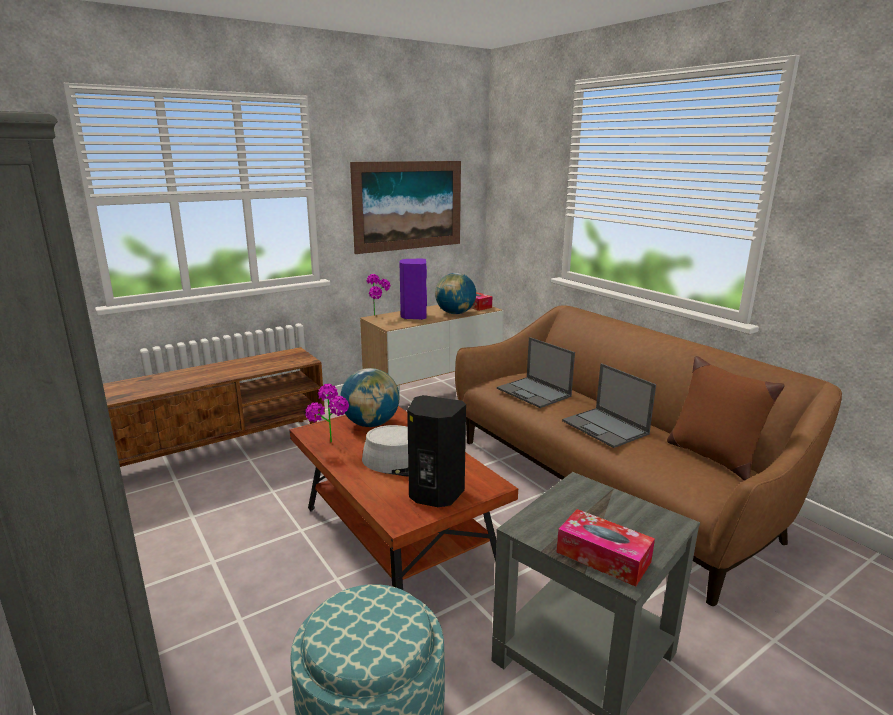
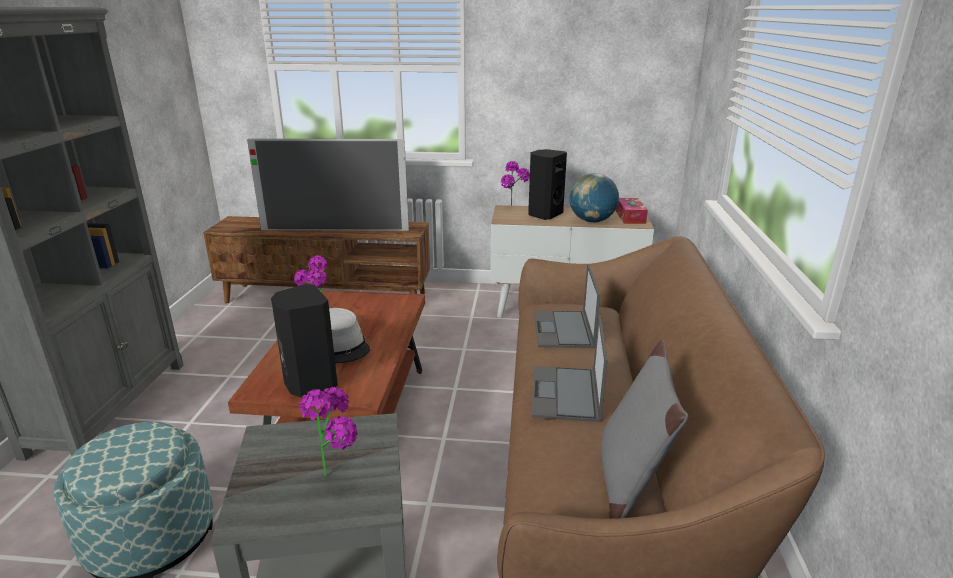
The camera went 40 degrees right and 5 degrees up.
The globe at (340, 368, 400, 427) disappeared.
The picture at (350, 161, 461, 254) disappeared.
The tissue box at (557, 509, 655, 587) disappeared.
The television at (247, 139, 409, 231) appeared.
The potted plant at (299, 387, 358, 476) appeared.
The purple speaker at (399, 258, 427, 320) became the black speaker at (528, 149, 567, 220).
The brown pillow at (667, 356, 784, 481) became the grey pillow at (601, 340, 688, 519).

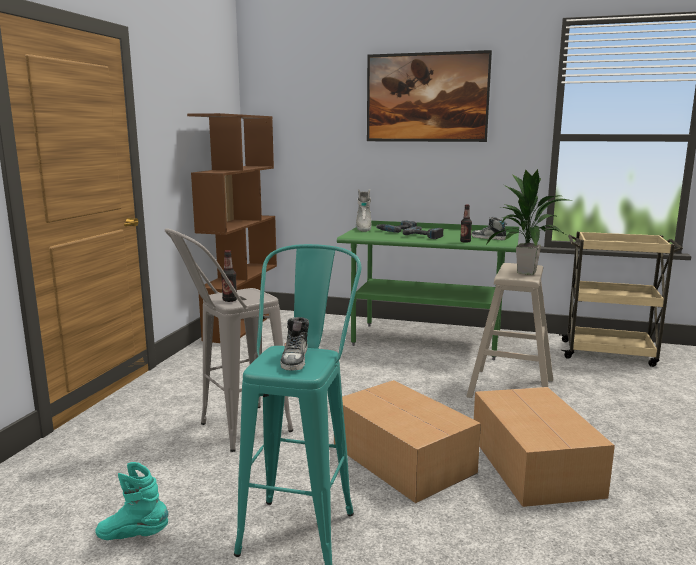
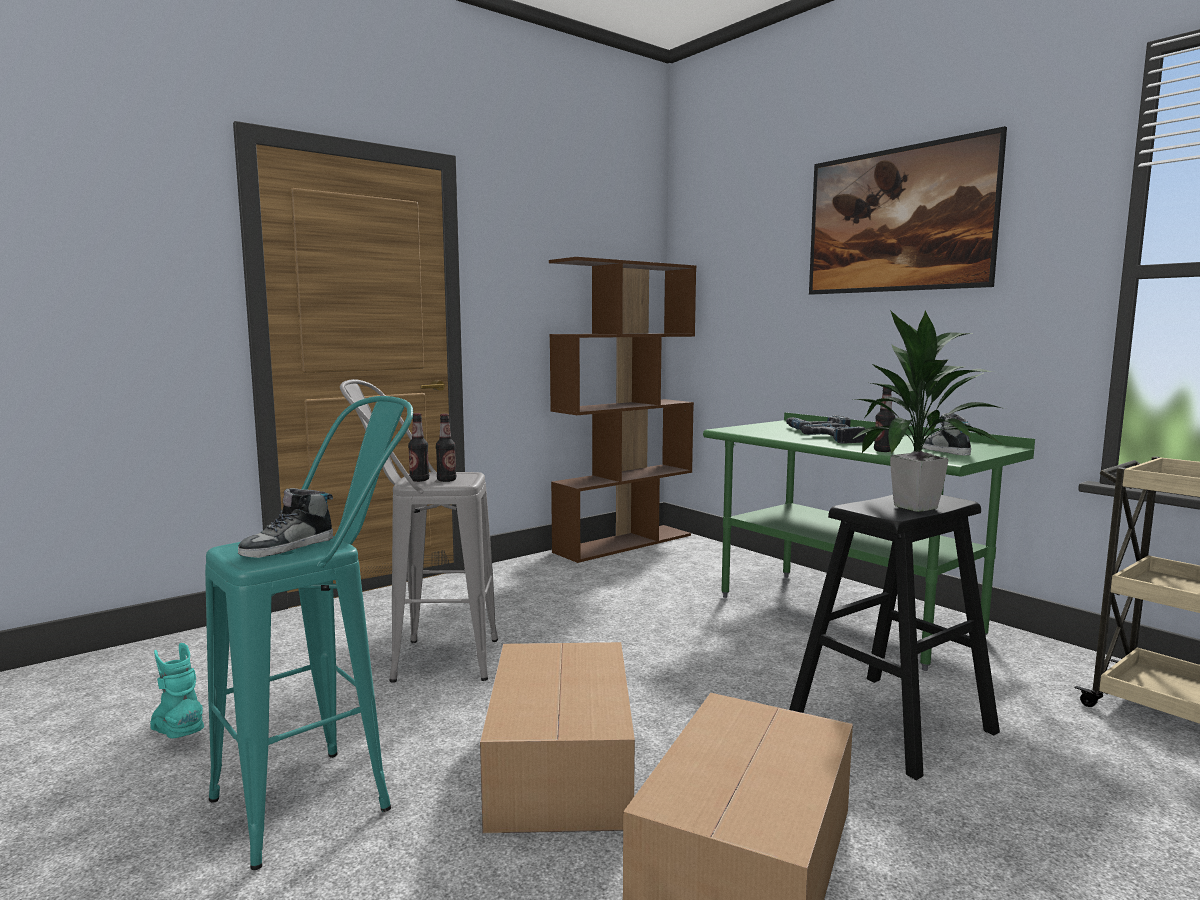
The camera went 35 degrees right and 5 degrees down.
The grey boot at (355, 189, 371, 232) disappeared.
The bottle at (436, 414, 456, 482) appeared.
The beige stool at (466, 263, 553, 398) became the black stool at (789, 495, 1000, 780).

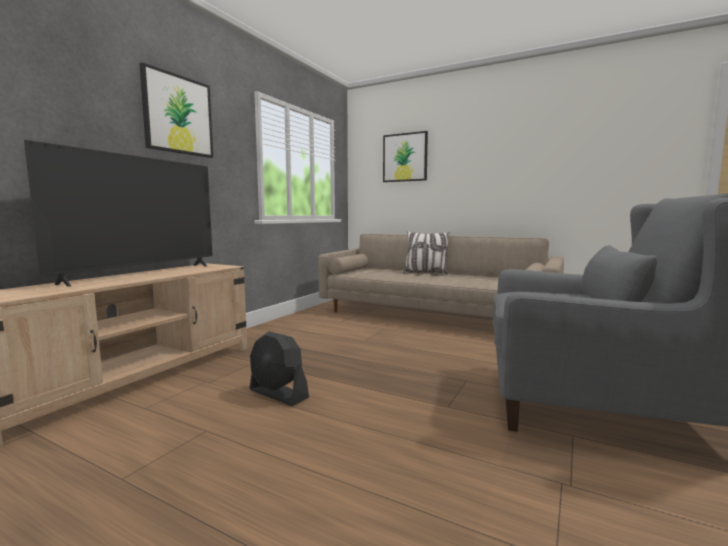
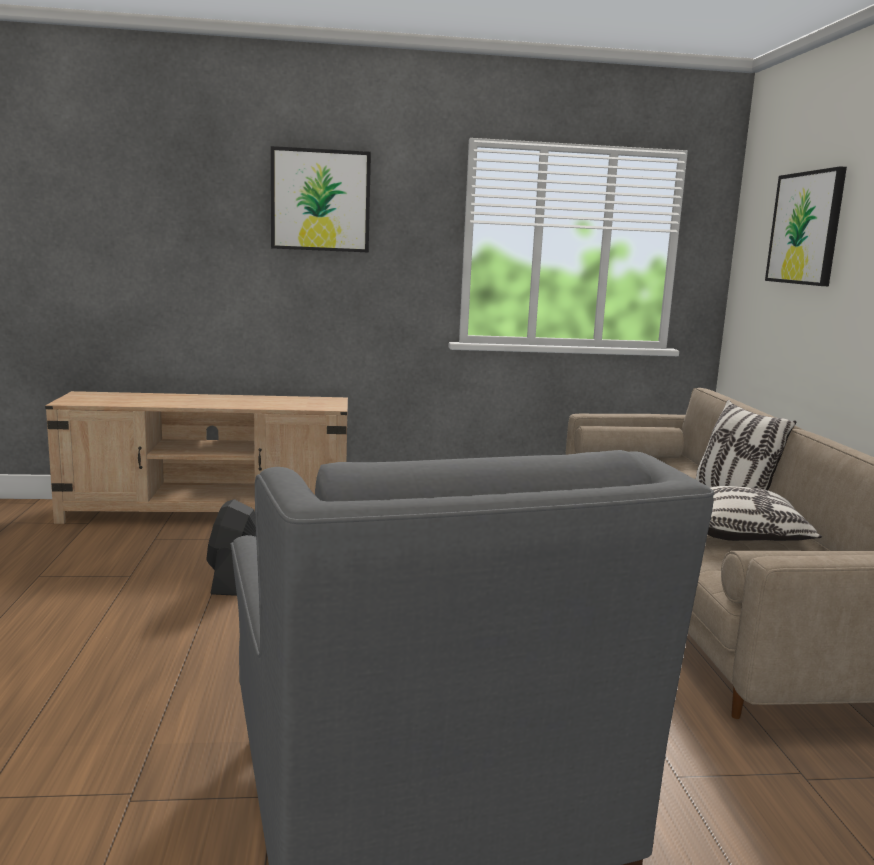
The camera went 55 degrees right and 5 degrees up.
The television at (24, 140, 213, 287) disappeared.
The pillow at (708, 486, 822, 541) appeared.

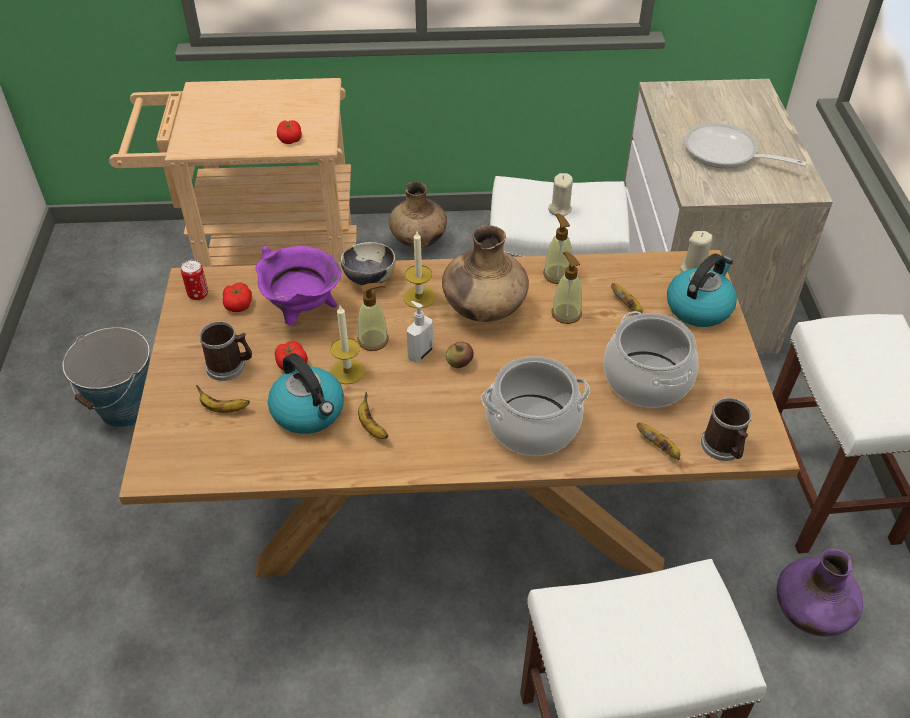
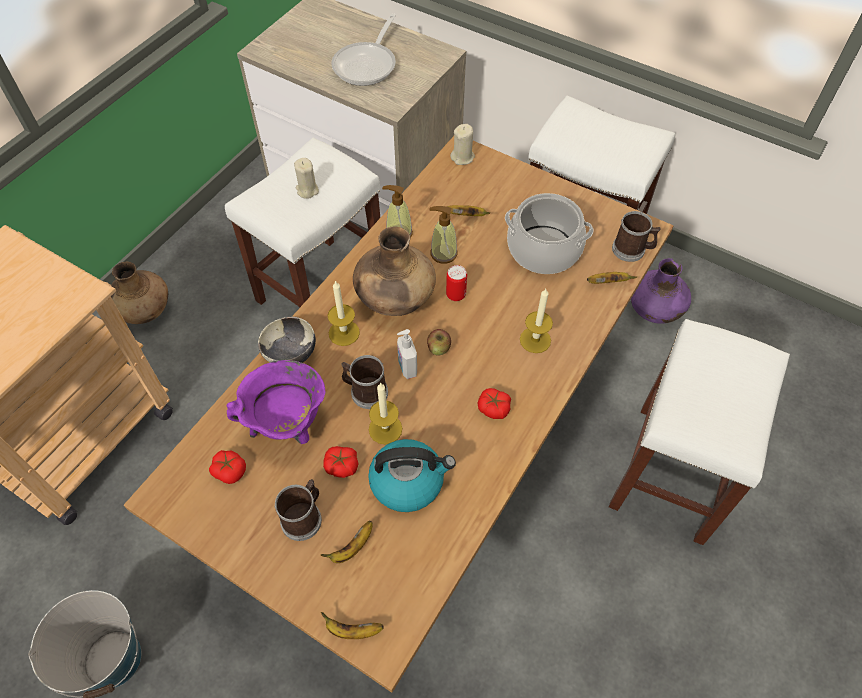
The camera went 55 degrees left and 10 degrees up.
The kettle at (667, 253, 737, 327) disappeared.
The can moved from (181, 260, 208, 300) to (446, 265, 467, 301).
The tomato moved from (277, 120, 302, 144) to (477, 388, 511, 419).
The banana moved from (358, 392, 388, 439) to (320, 612, 383, 639).
The soap dispenser at (358, 283, 389, 351) was replaced by the mug at (341, 355, 388, 409).
The cooking pot at (481, 356, 590, 456) was replaced by the candle at (520, 289, 553, 353).
The frying pan at (685, 123, 807, 168) turned 45 degrees counterclockwise.

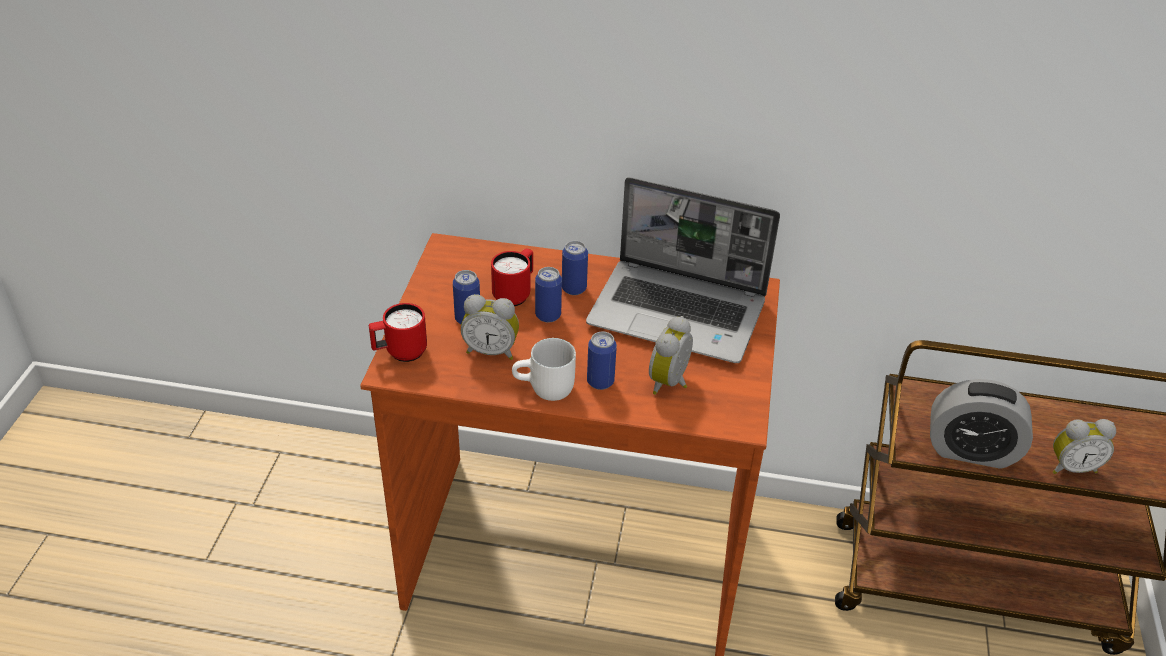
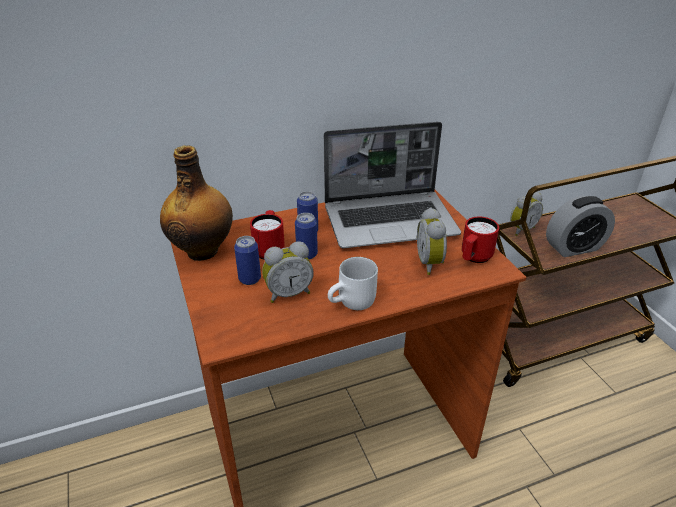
The camera went 30 degrees left and 5 degrees down.
The can at (587, 332, 617, 390) disappeared.
The bottle at (160, 145, 233, 261) appeared.
The red mug moved from (369, 303, 427, 362) to (462, 217, 499, 263).
The alarm clock moved from (1053, 419, 1116, 474) to (510, 191, 543, 236).

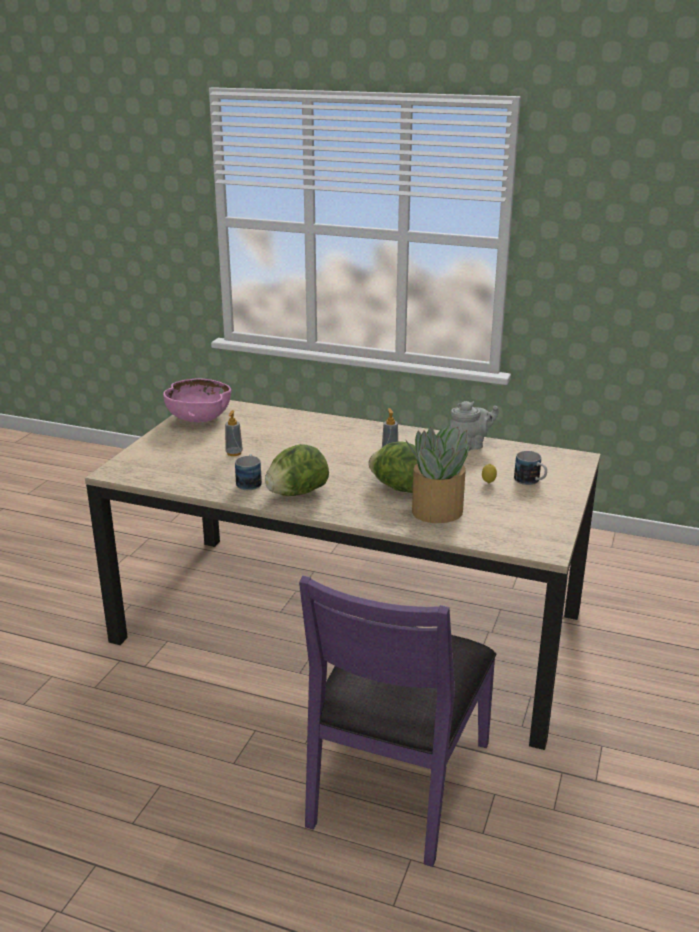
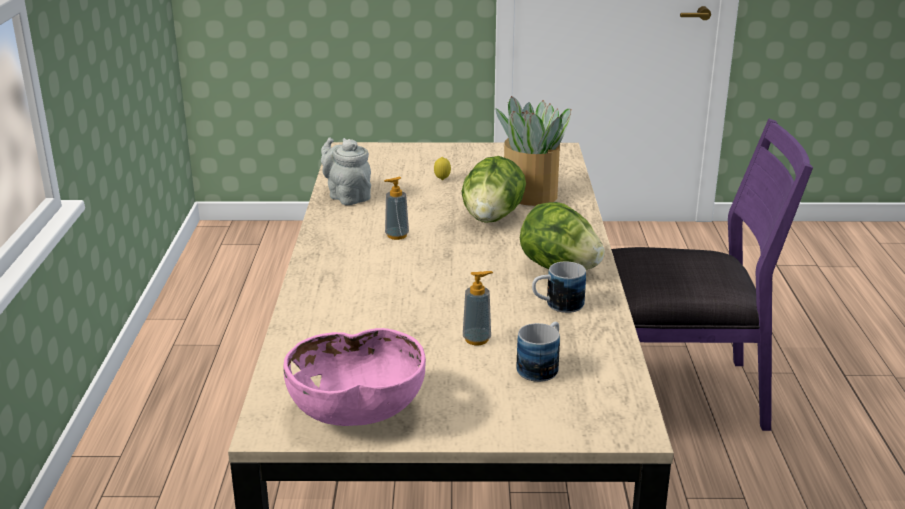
The camera went 110 degrees left and 0 degrees up.
The mug moved from (514, 451, 547, 485) to (516, 322, 560, 382).

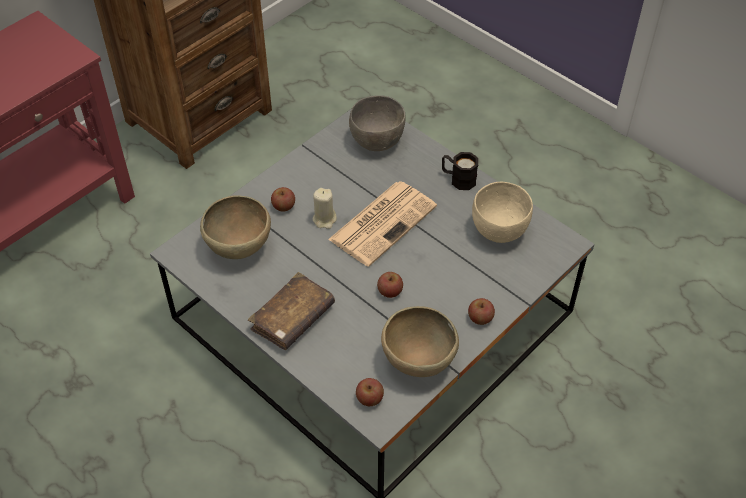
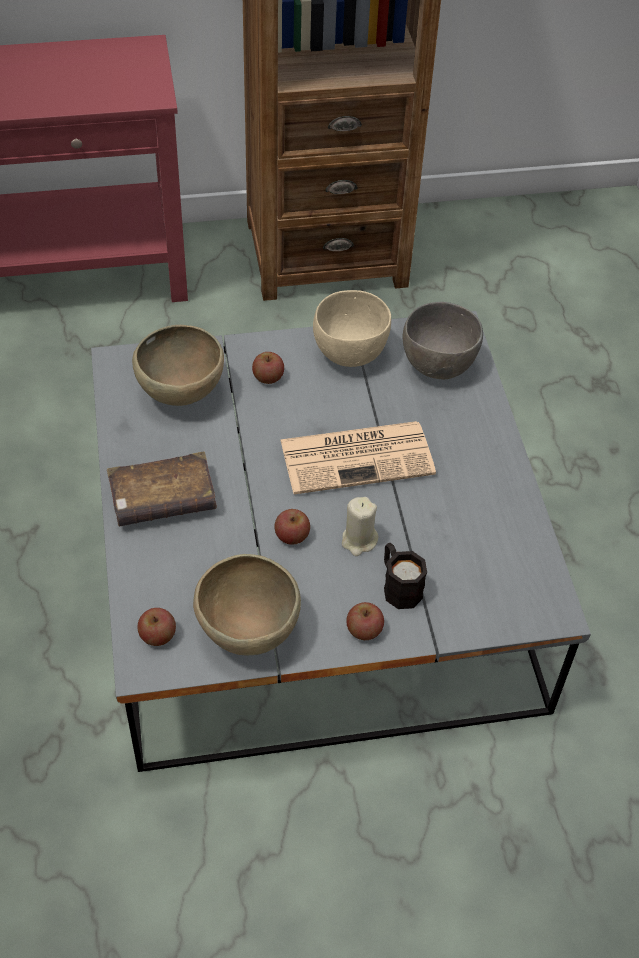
The camera went 35 degrees right and 0 degrees up.
The beige candle moved from (312, 188, 337, 229) to (342, 497, 378, 556).
The black mug moved from (442, 152, 478, 190) to (384, 543, 427, 609).
The beige bowl moved from (472, 182, 533, 243) to (313, 290, 391, 367).

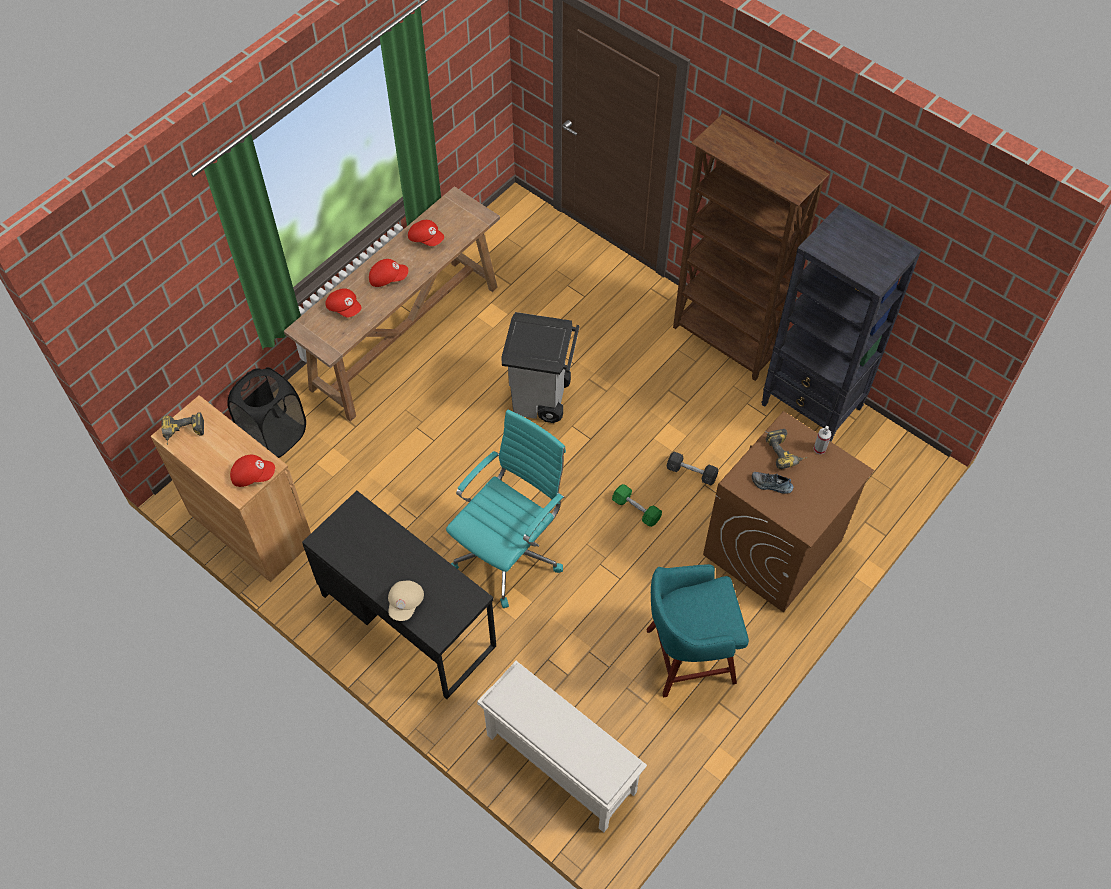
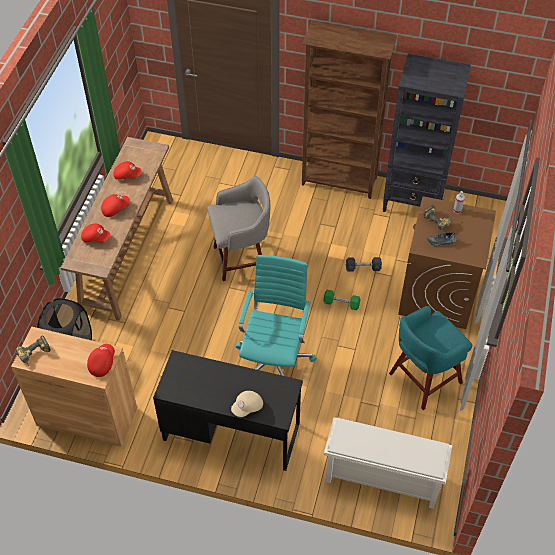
The camera went 25 degrees left and 5 degrees down.
The grey trash can at (501, 312, 579, 423) was replaced by the grey stool at (208, 176, 270, 281).
The red cap at (230, 455, 275, 487) turned 45 degrees counterclockwise.
The beige cap at (388, 580, 424, 621) turned 60 degrees clockwise.

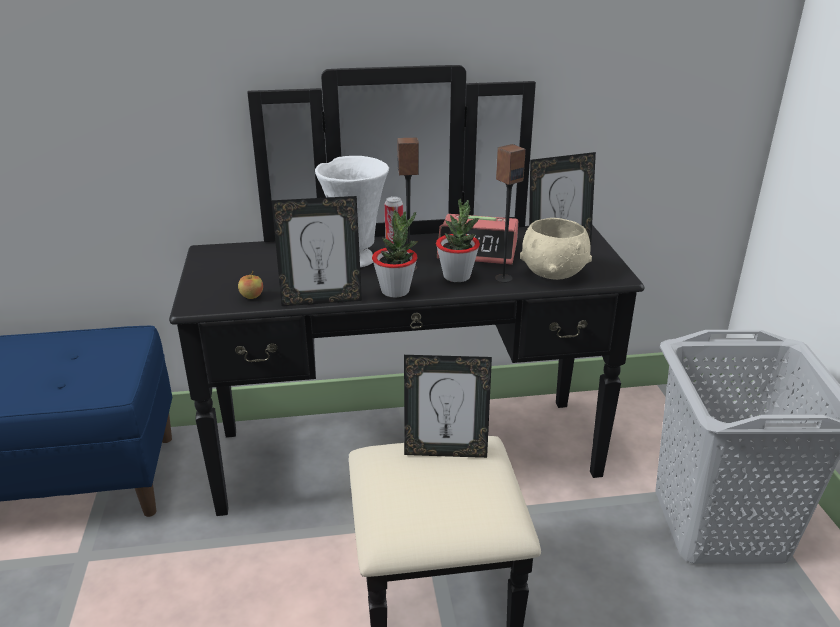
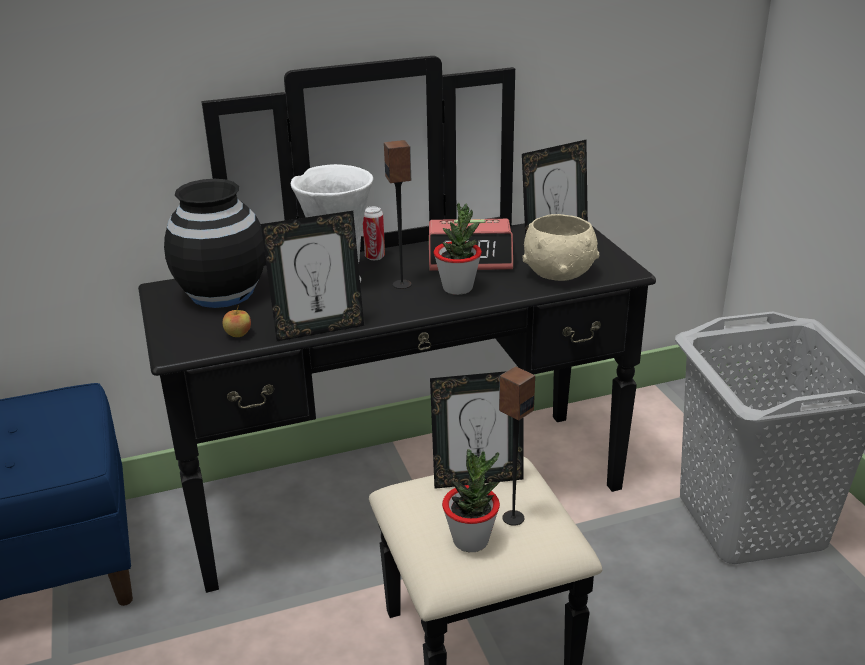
The camera went 10 degrees left and 0 degrees up.
The black vase at (164, 179, 265, 308) appeared.
The potted plant moved from (372, 210, 418, 298) to (442, 449, 500, 552).
The speaker moved from (495, 144, 526, 283) to (499, 366, 535, 526).

